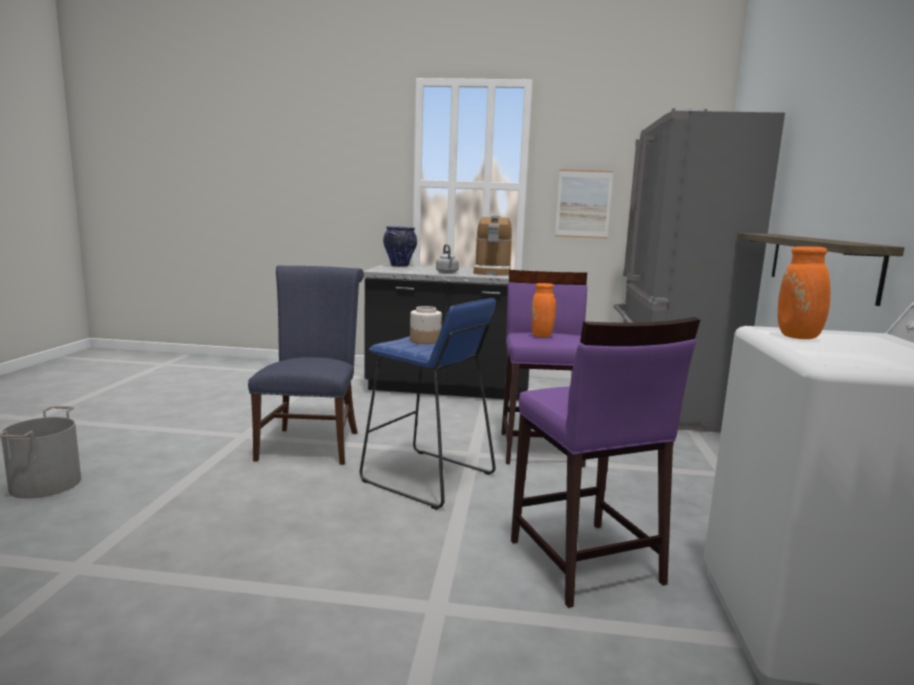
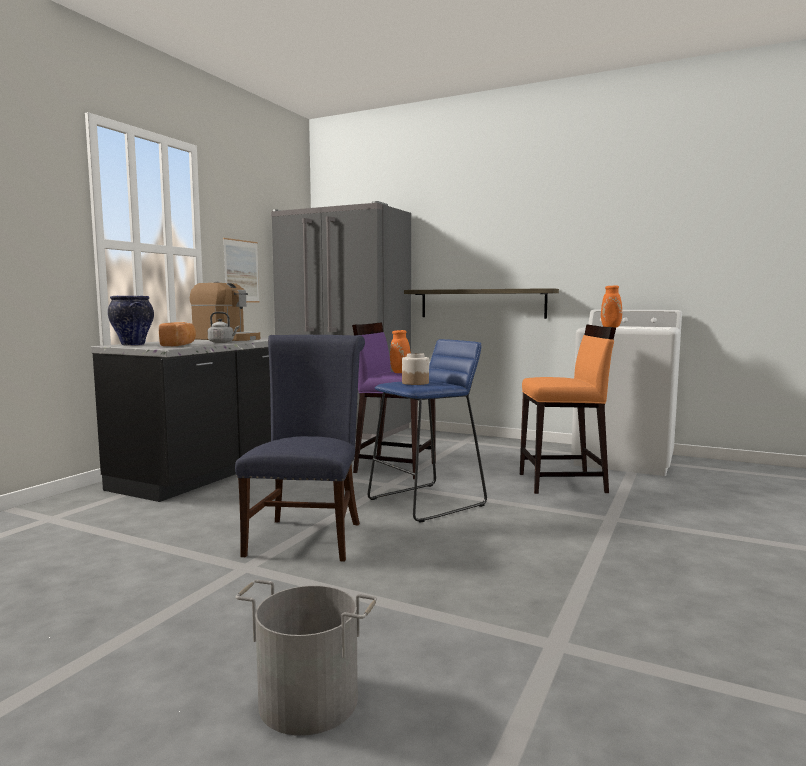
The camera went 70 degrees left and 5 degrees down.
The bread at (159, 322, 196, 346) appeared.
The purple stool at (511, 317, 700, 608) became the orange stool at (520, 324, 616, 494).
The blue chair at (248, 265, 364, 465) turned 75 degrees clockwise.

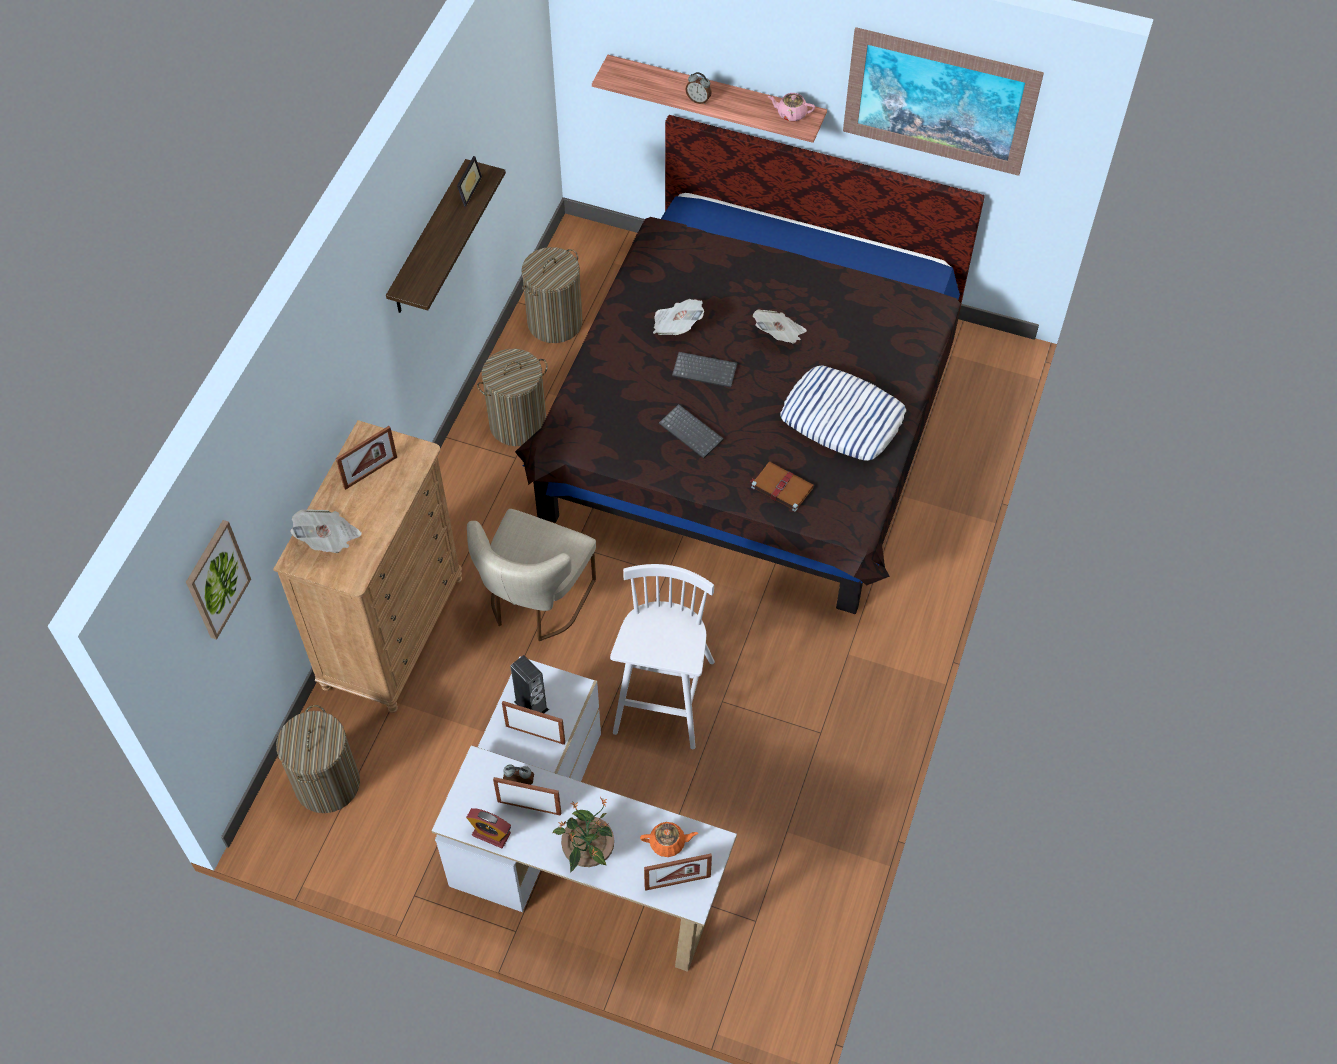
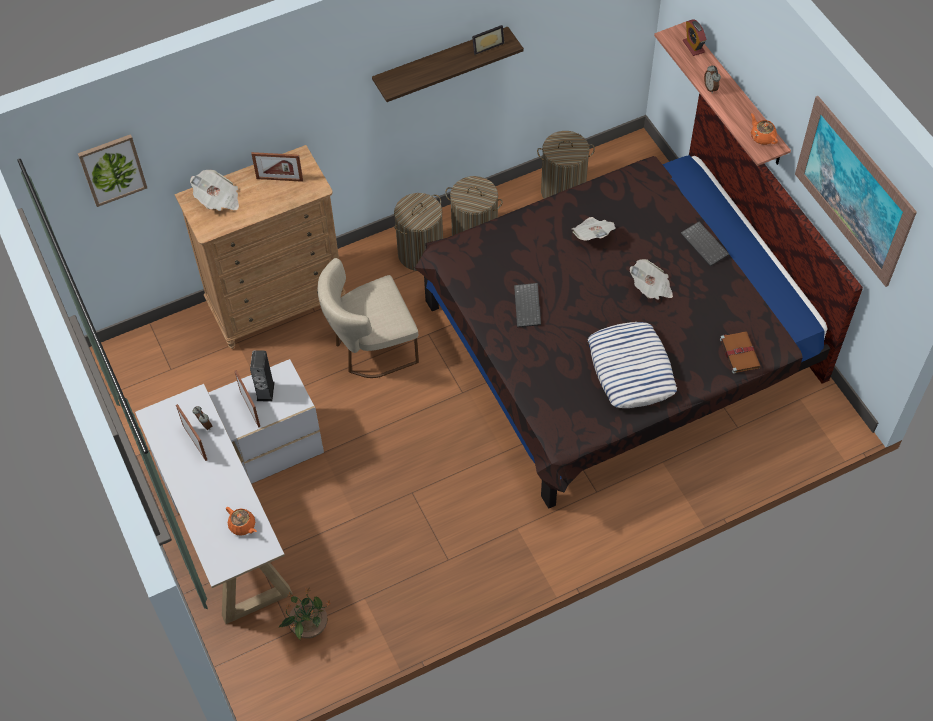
The camera went 45 degrees right and 0 degrees up.
The white stool at (610, 564, 715, 749) disappeared.
The picture frame at (644, 854, 712, 891) disappeared.
The laundry basket moved from (276, 705, 360, 813) to (394, 193, 443, 271).
The alarm clock moved from (466, 808, 511, 848) to (683, 19, 707, 56).
The potted plant moved from (553, 797, 614, 873) to (279, 587, 332, 640).
The keyboard moved from (672, 352, 737, 387) to (681, 222, 729, 266).
The brown book moved from (751, 461, 814, 512) to (720, 331, 761, 374).
The pink teapot at (768, 93, 815, 122) became the orange teapot at (751, 113, 778, 145).

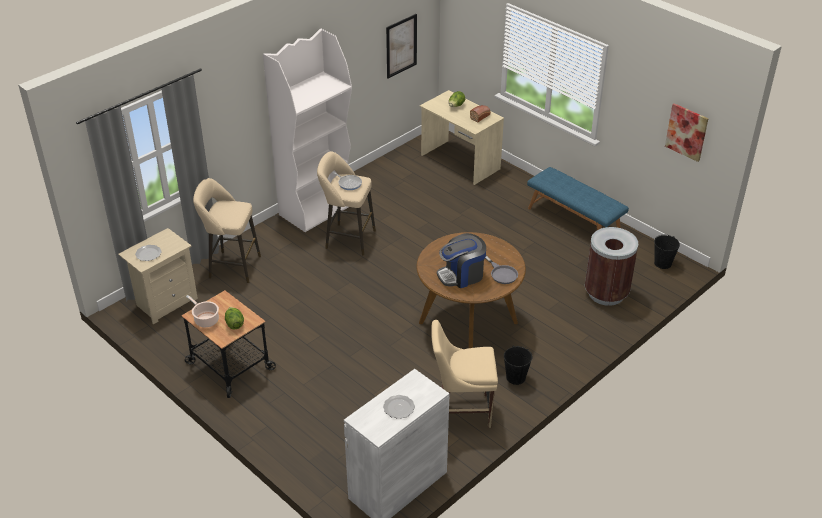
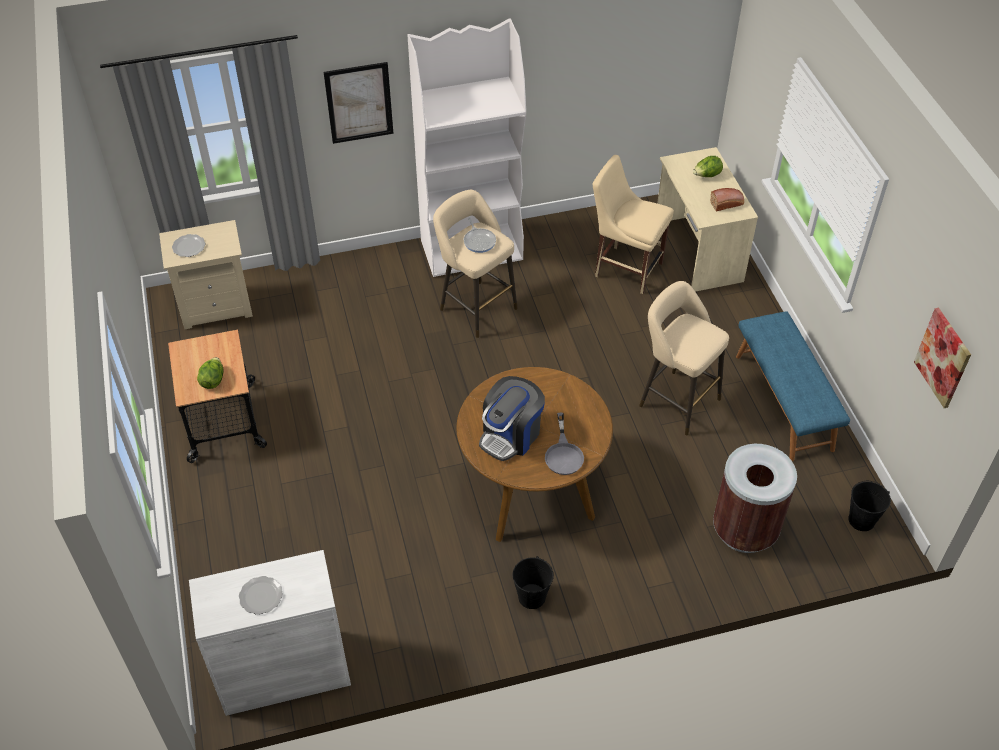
The camera went 30 degrees right and 10 degrees up.
The cooking pot at (186, 295, 219, 327) disappeared.
The beige stool moved from (193, 178, 261, 283) to (639, 281, 729, 435).
The picture moved from (386, 14, 417, 79) to (324, 62, 394, 144).
The beige chair moved from (431, 320, 498, 428) to (593, 155, 674, 294).
The coffee machine at (437, 233, 486, 288) turned 60 degrees counterclockwise.

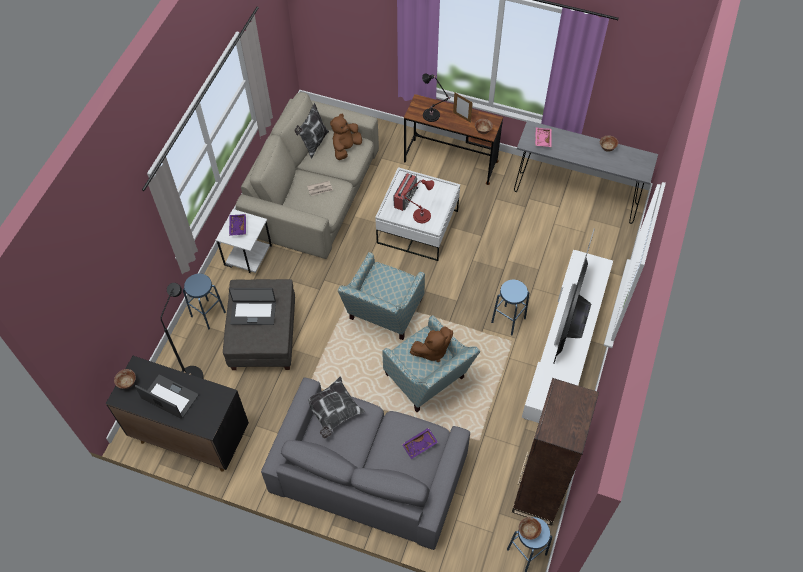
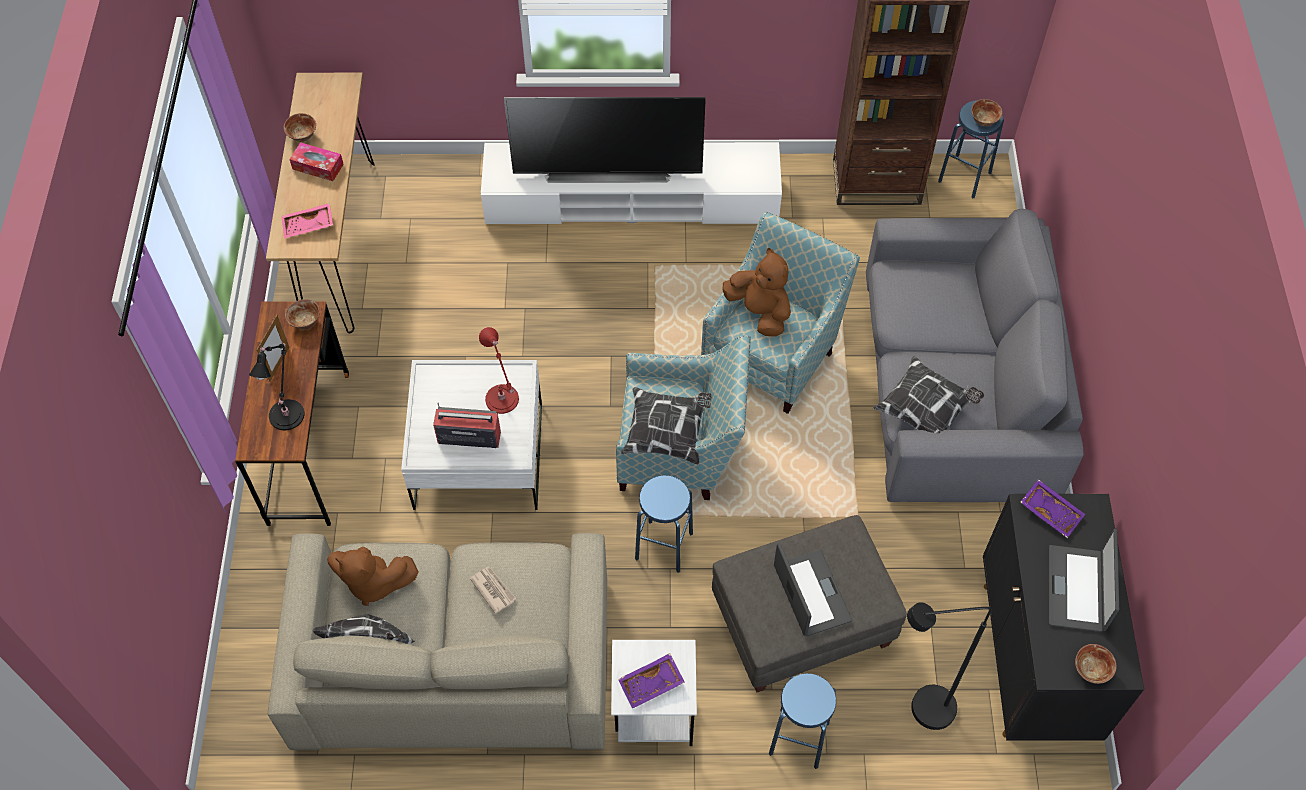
The camera went 110 degrees left and 0 degrees up.
The tissue box at (289, 142, 343, 181) appeared.
The pillow at (621, 387, 712, 465) appeared.
The purple tray moved from (402, 428, 438, 459) to (1020, 479, 1085, 538).
The blue stool moved from (491, 280, 529, 336) to (635, 475, 693, 573).
The grey console table at (514, 120, 658, 224) became the brown console table at (266, 73, 375, 333).

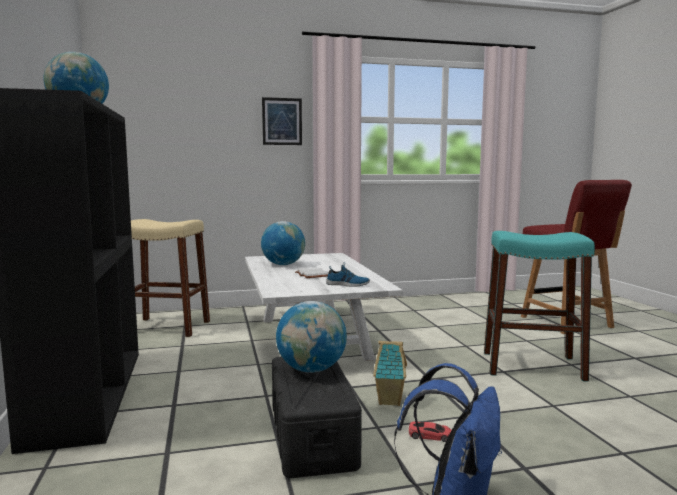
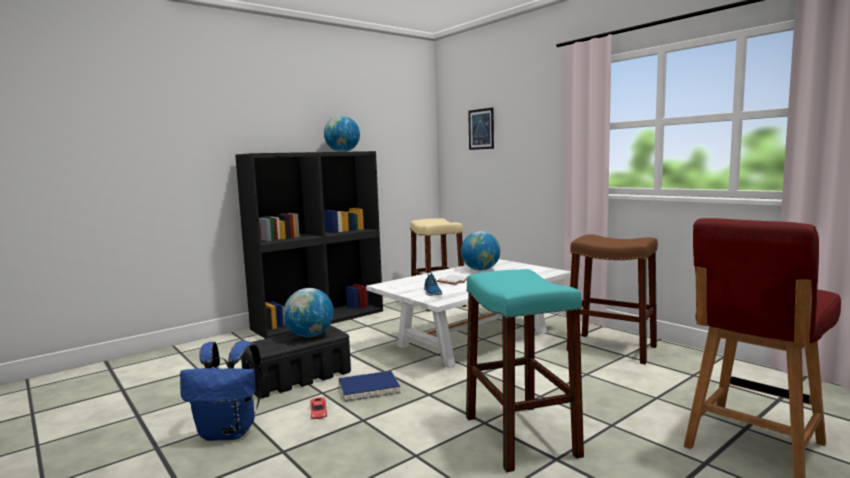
The camera went 65 degrees right and 0 degrees up.
The brown stool at (567, 234, 658, 364) appeared.
The picture moved from (262, 97, 302, 145) to (468, 107, 494, 150).
The toy house at (373, 341, 407, 406) was replaced by the blue book at (339, 371, 401, 402).

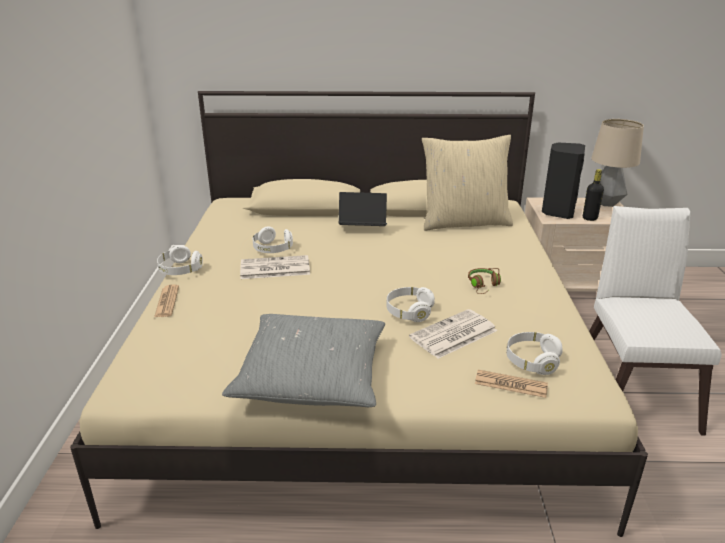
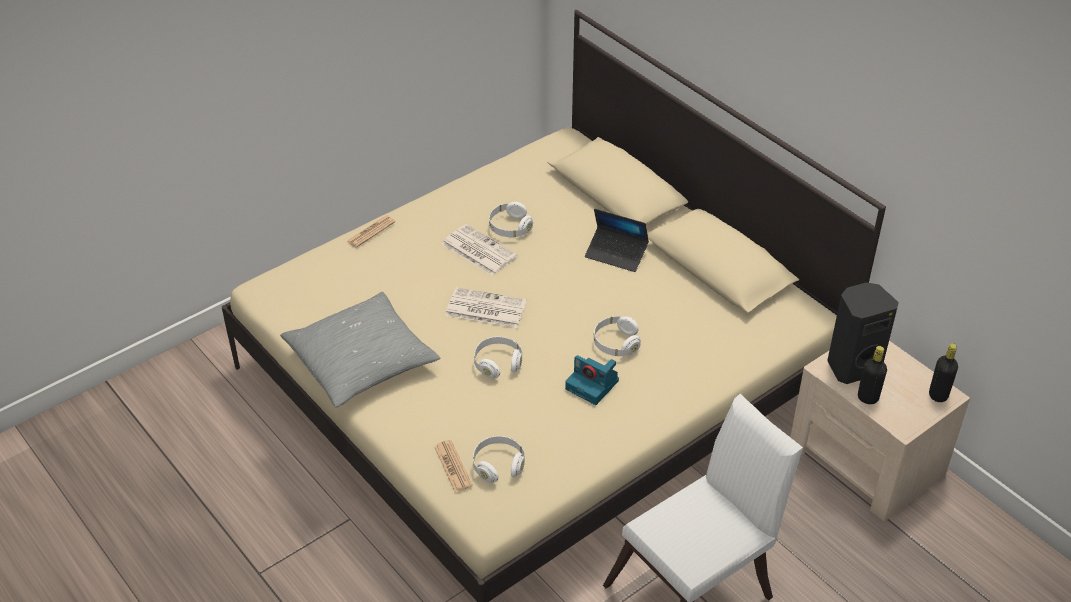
The camera went 50 degrees right and 15 degrees up.
The beige pillow at (422, 135, 513, 231) disappeared.
The white headphones moved from (157, 245, 203, 275) to (594, 316, 641, 356).
The newspaper moved from (409, 309, 497, 359) to (445, 287, 527, 328).
The brown headphones at (468, 268, 501, 294) was replaced by the photo camera at (565, 355, 619, 405).
The table lamp at (591, 119, 644, 207) was replaced by the black bottle at (929, 343, 958, 402).
The laptop at (339, 192, 387, 226) turned 150 degrees clockwise.

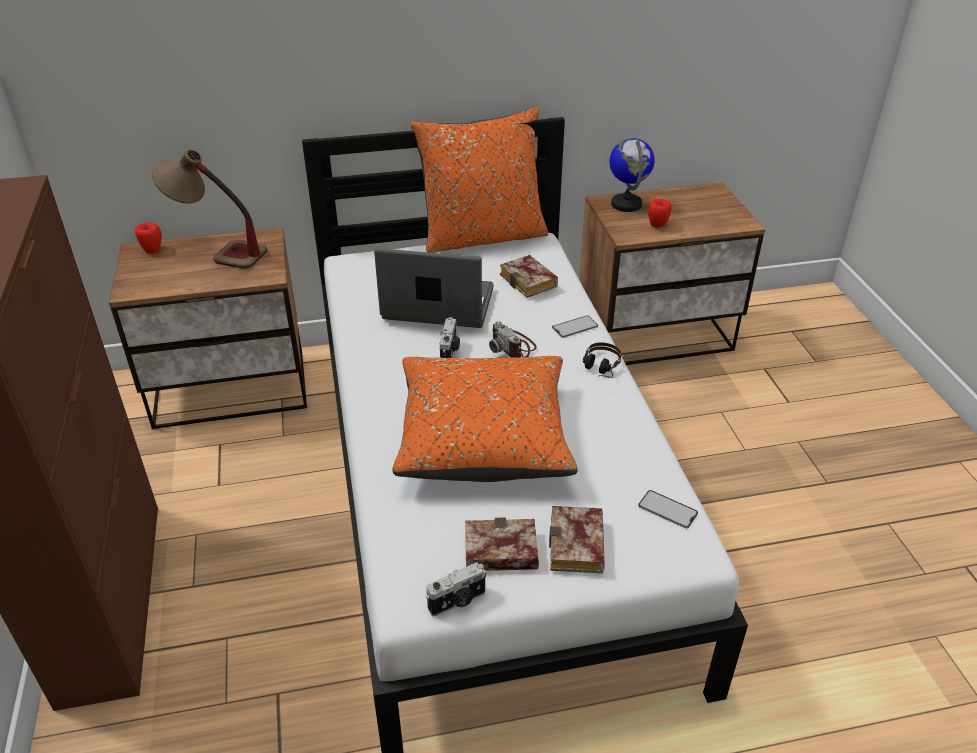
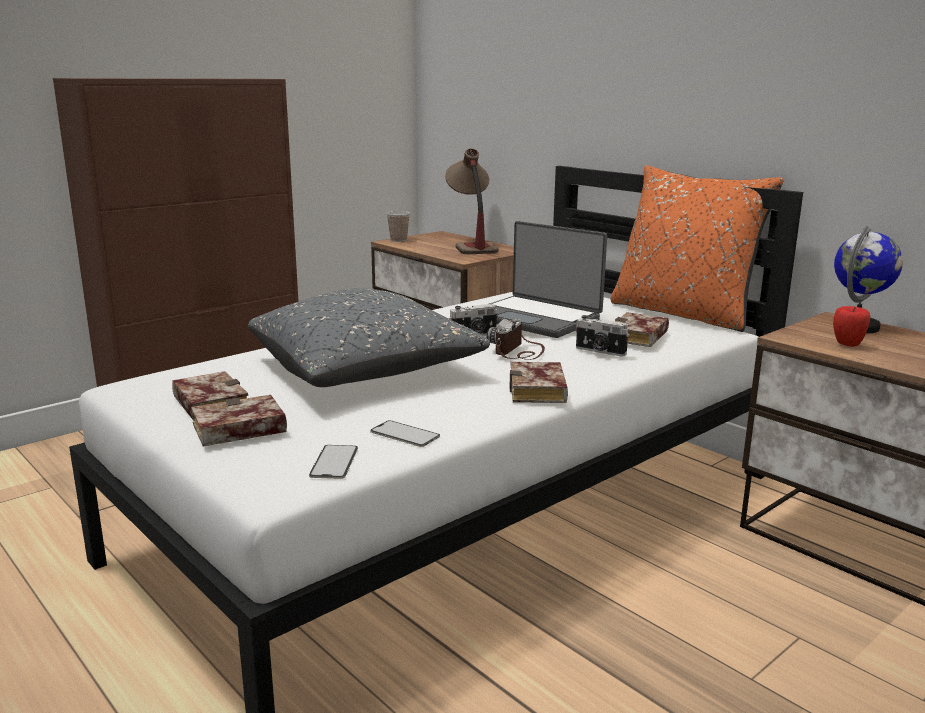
The camera went 60 degrees right and 20 degrees down.
The apple at (135, 222, 161, 253) disappeared.
The cup at (386, 211, 410, 242) appeared.
The photo camera moved from (426, 562, 487, 617) to (576, 315, 629, 357).
The phone moved from (552, 315, 598, 338) to (370, 420, 440, 447).
The headphones at (582, 342, 622, 378) was replaced by the book at (509, 362, 568, 403).
The orange pillow at (392, 356, 577, 482) became the grey pillow at (248, 288, 490, 387).
The laptop at (374, 248, 493, 328) turned 150 degrees clockwise.

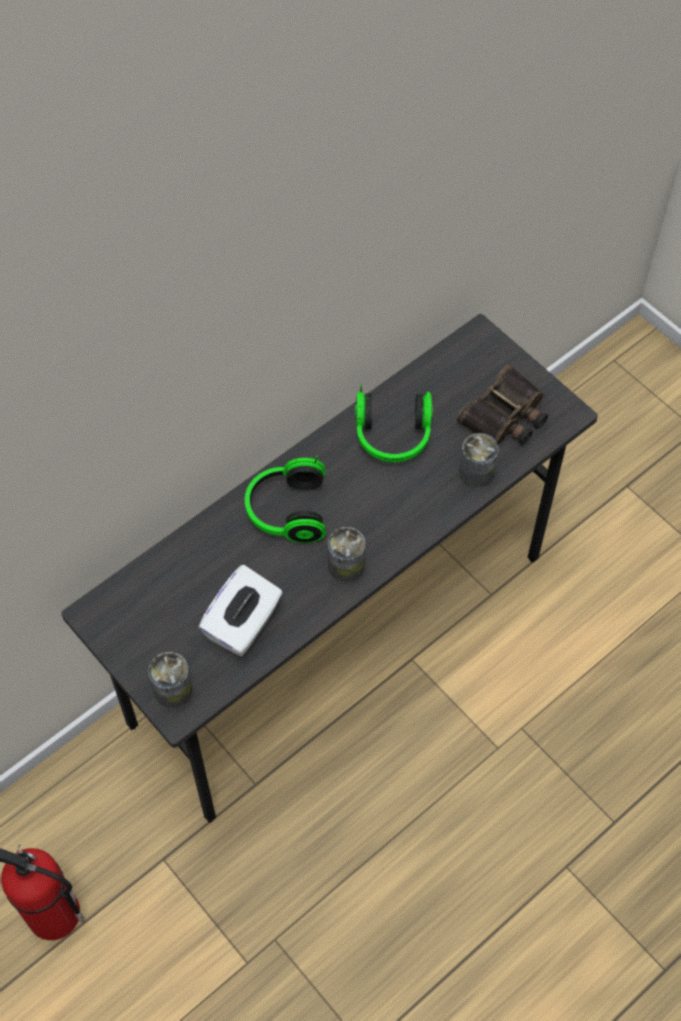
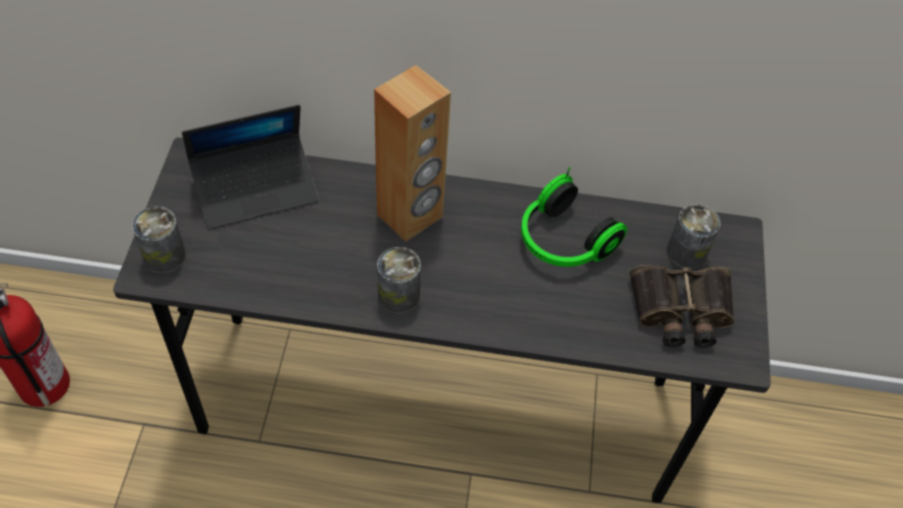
The camera went 45 degrees right and 5 degrees down.
The white tissue box at (199, 565, 283, 656) disappeared.
The laptop at (182, 105, 319, 230) appeared.
The can moved from (459, 433, 499, 489) to (667, 204, 720, 269).
The headphones at (245, 455, 326, 543) was replaced by the brown speaker at (374, 65, 451, 242).

